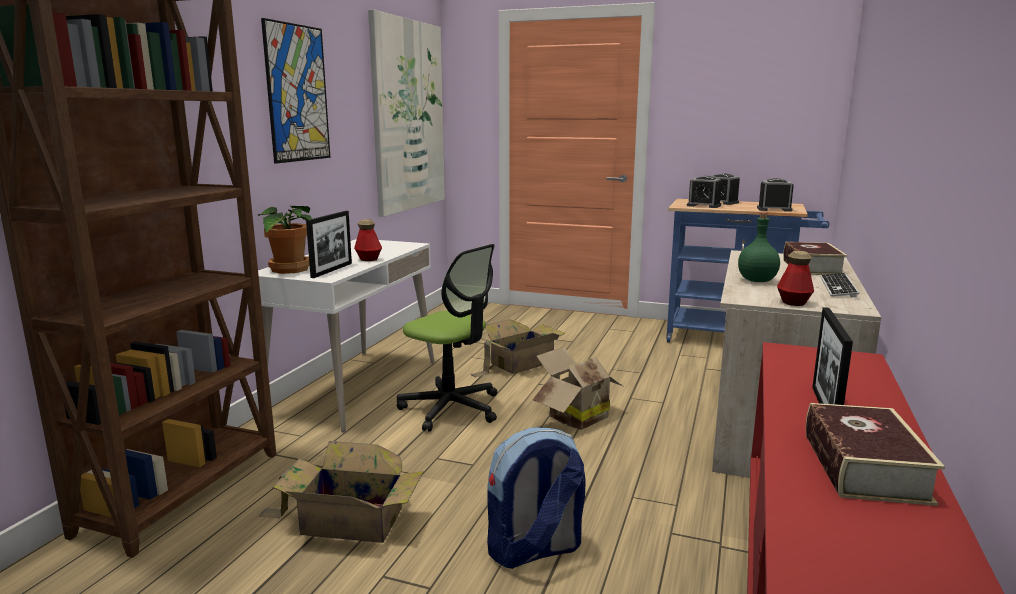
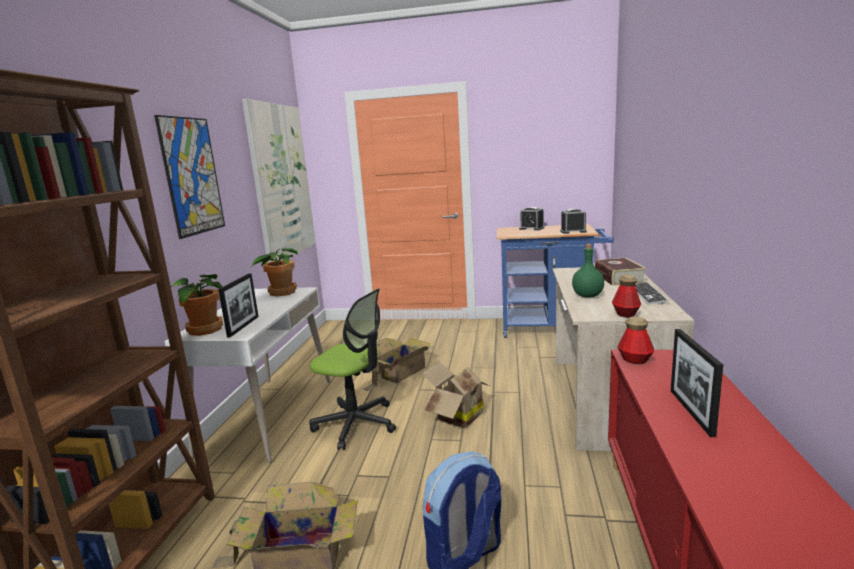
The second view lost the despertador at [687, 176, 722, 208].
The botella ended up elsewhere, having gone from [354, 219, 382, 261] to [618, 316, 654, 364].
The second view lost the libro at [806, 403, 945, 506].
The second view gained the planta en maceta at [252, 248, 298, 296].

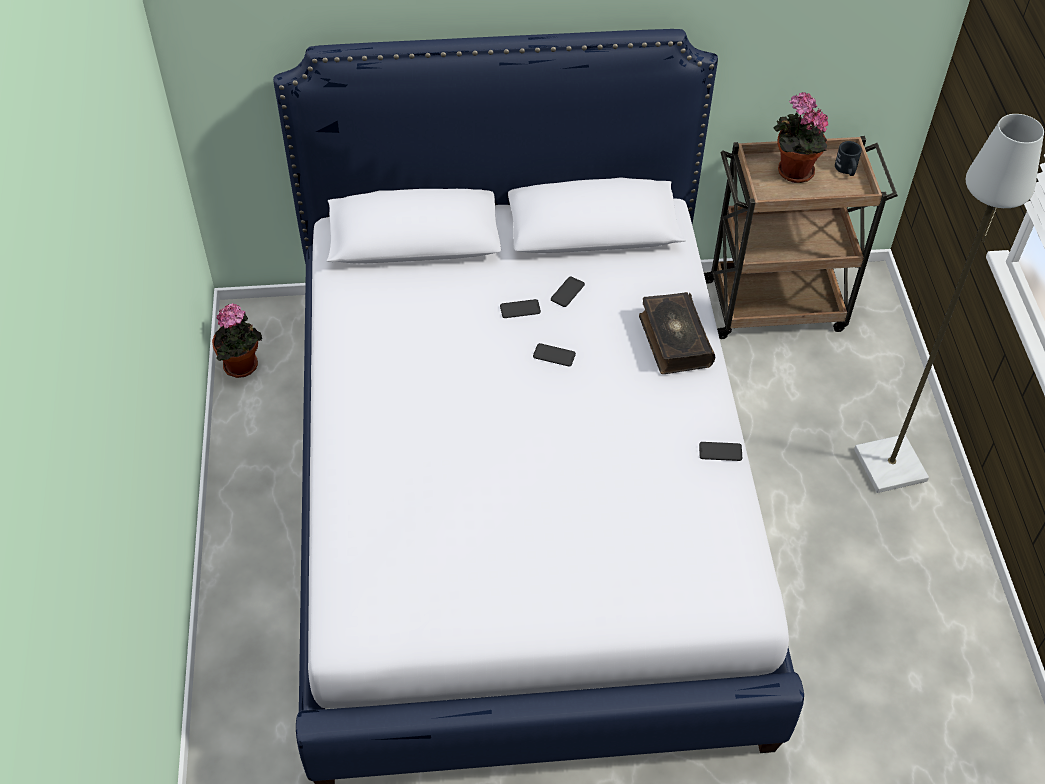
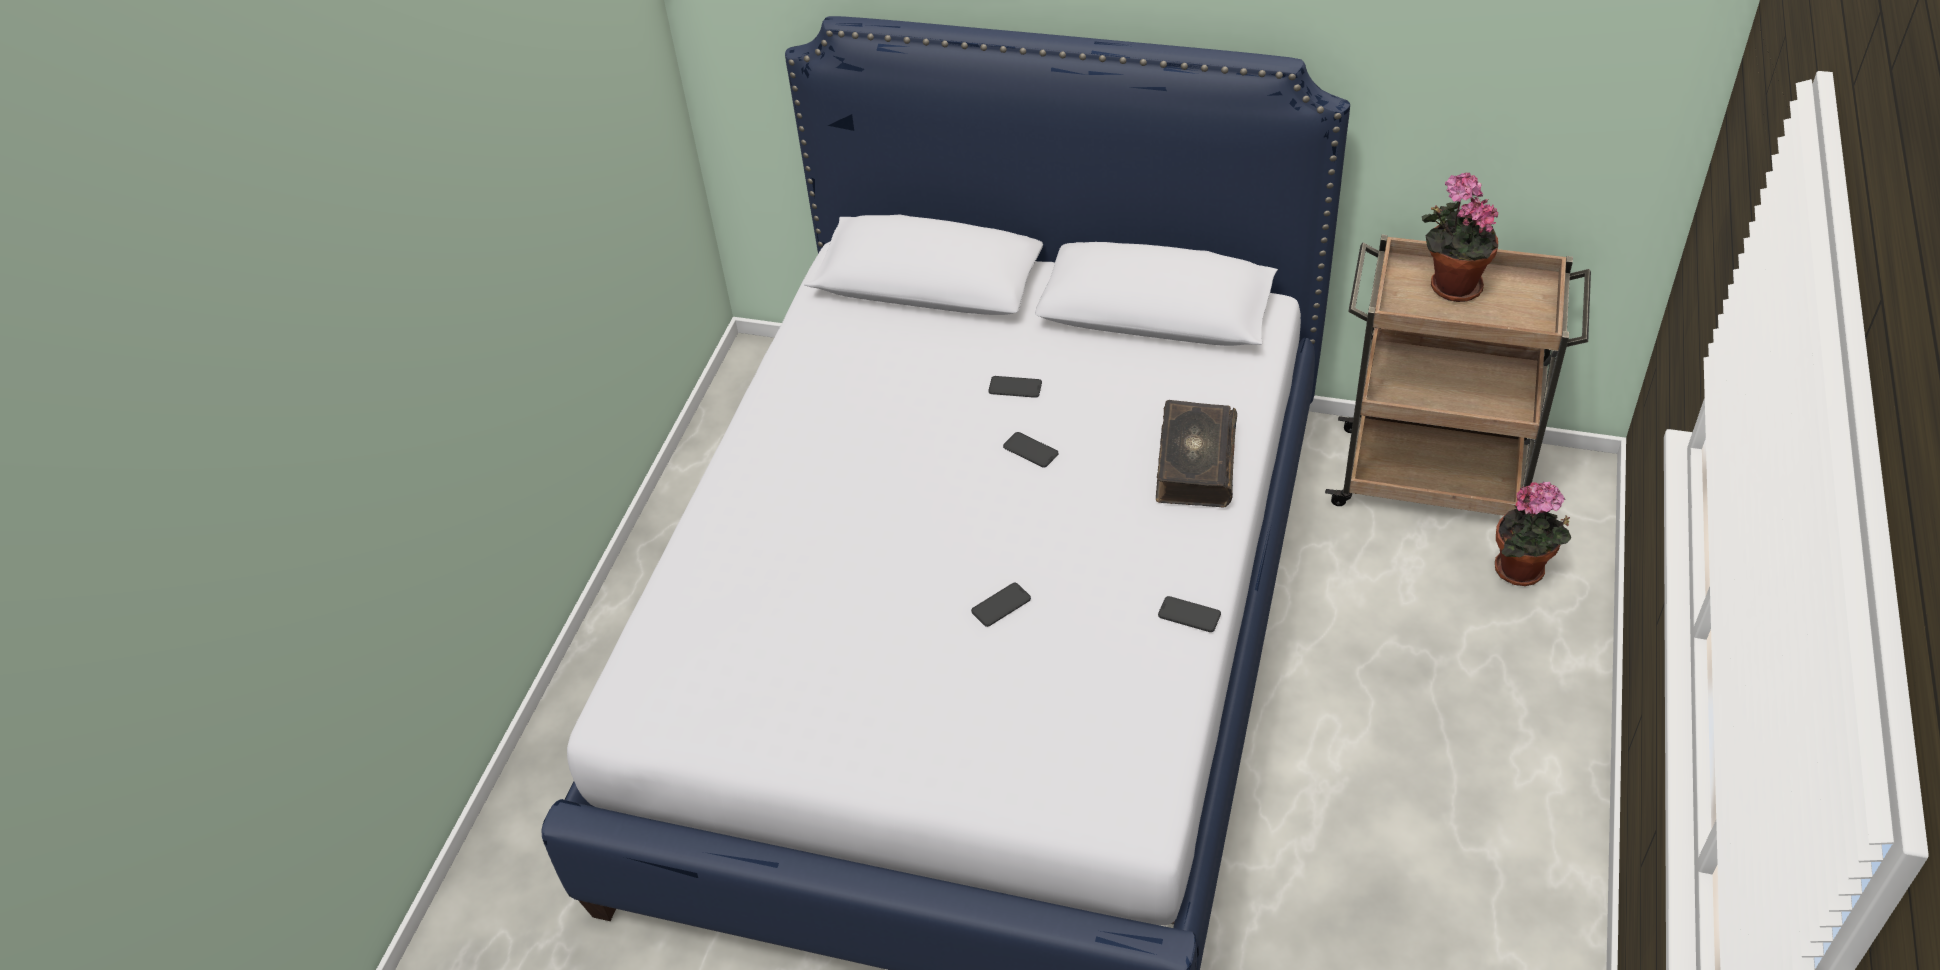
The second view lost the lámpara de pie (gris) at [854, 114, 1044, 493].
The second view lost the taza grande (negro) at [835, 141, 862, 176].
The móvil ended up elsewhere, having gone from [551, 276, 585, 307] to [971, 583, 1031, 627].
The planta en maceta ended up elsewhere, having gone from [212, 303, 262, 378] to [1495, 482, 1571, 586].

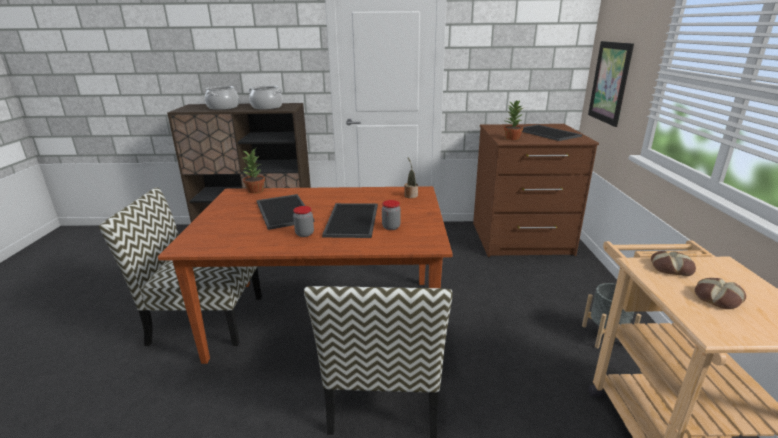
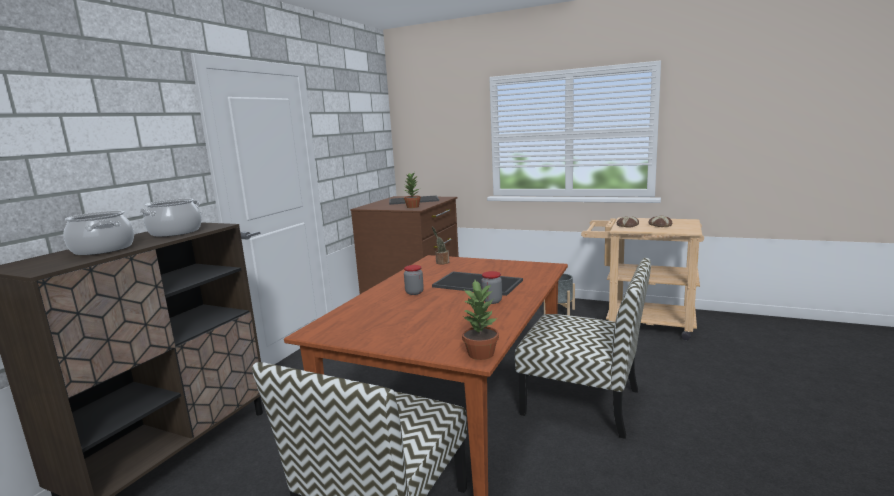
The second view lost the cuadro at [588, 41, 634, 127].
The planta en maceta ended up elsewhere, having gone from [243, 148, 265, 193] to [462, 280, 499, 360].
The second view lost the bandeja at [257, 194, 314, 230].
The tarro ended up elsewhere, having gone from [382, 200, 400, 230] to [404, 265, 424, 295].

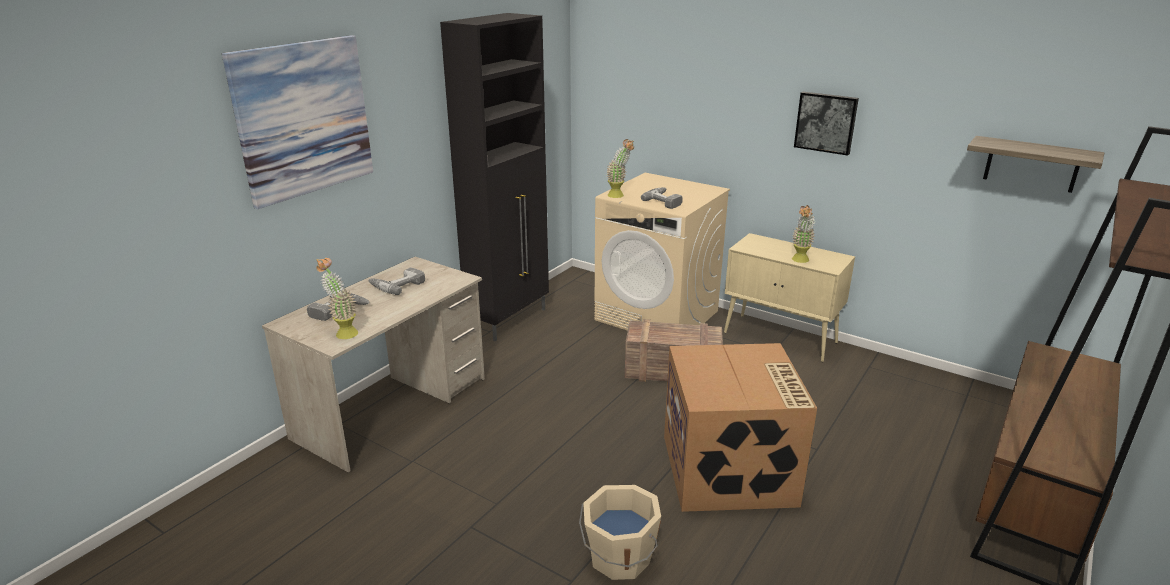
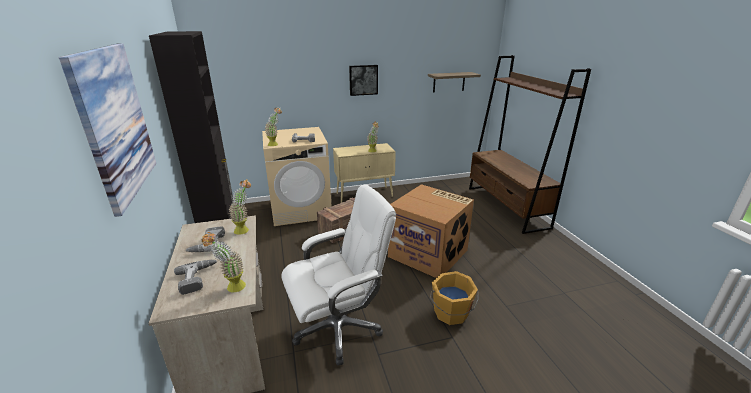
What was the cubo (beis) at [579, 485, 661, 580] turned into the cubo (naranja) at [430, 271, 479, 325].
The second view gained the planta en maceta at [229, 179, 251, 235].
The second view gained the silla de oficina (blanco) at [281, 184, 396, 365].

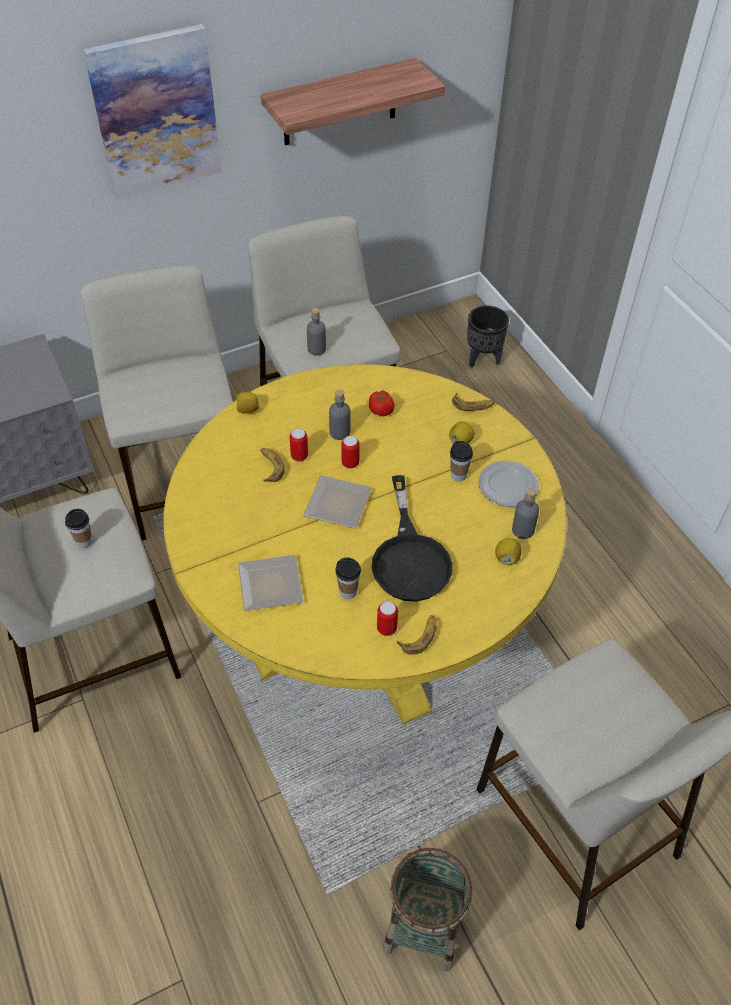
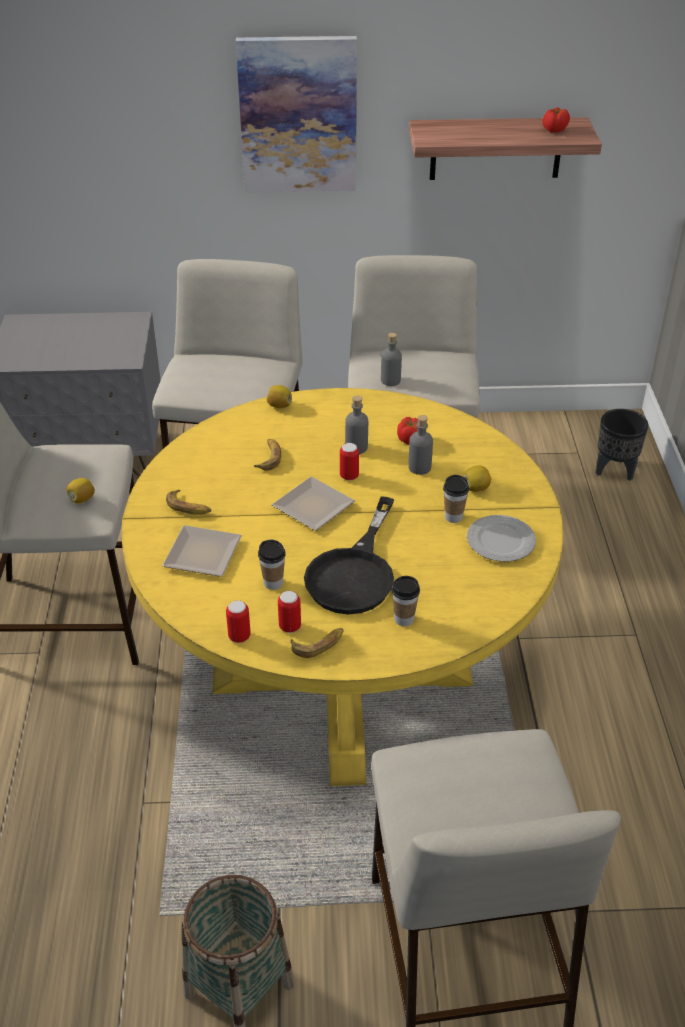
The plátano ended up elsewhere, having gone from [452, 393, 495, 411] to [166, 490, 212, 515].
The lata ended up elsewhere, having gone from [290, 428, 308, 461] to [226, 600, 251, 643].
The botella (gris) ended up elsewhere, having gone from [512, 488, 539, 539] to [408, 415, 433, 475].
The taza ended up elsewhere, having gone from [65, 509, 93, 548] to [391, 576, 420, 626].
The limón ended up elsewhere, having gone from [495, 538, 522, 565] to [67, 478, 95, 504].
The second view gained the tomate at [542, 107, 570, 133].

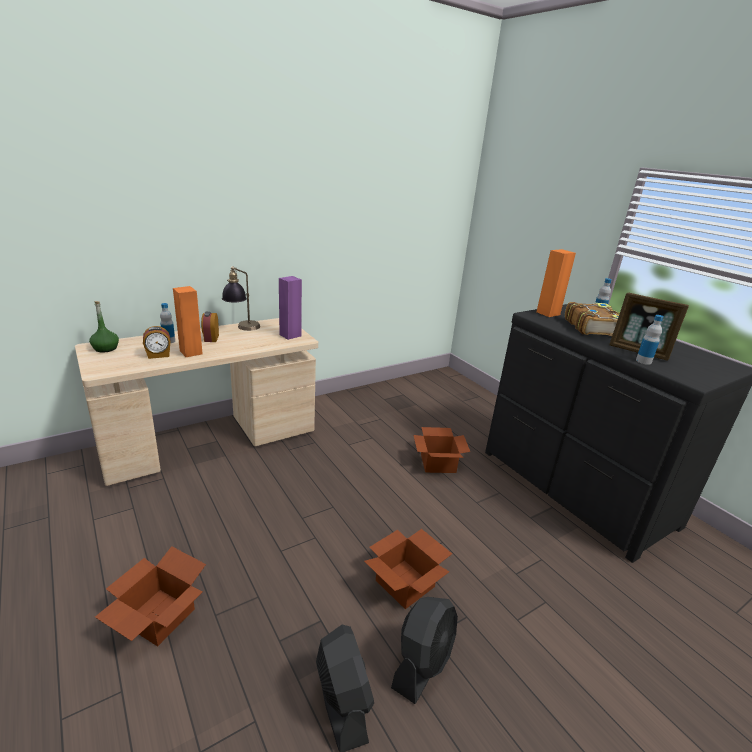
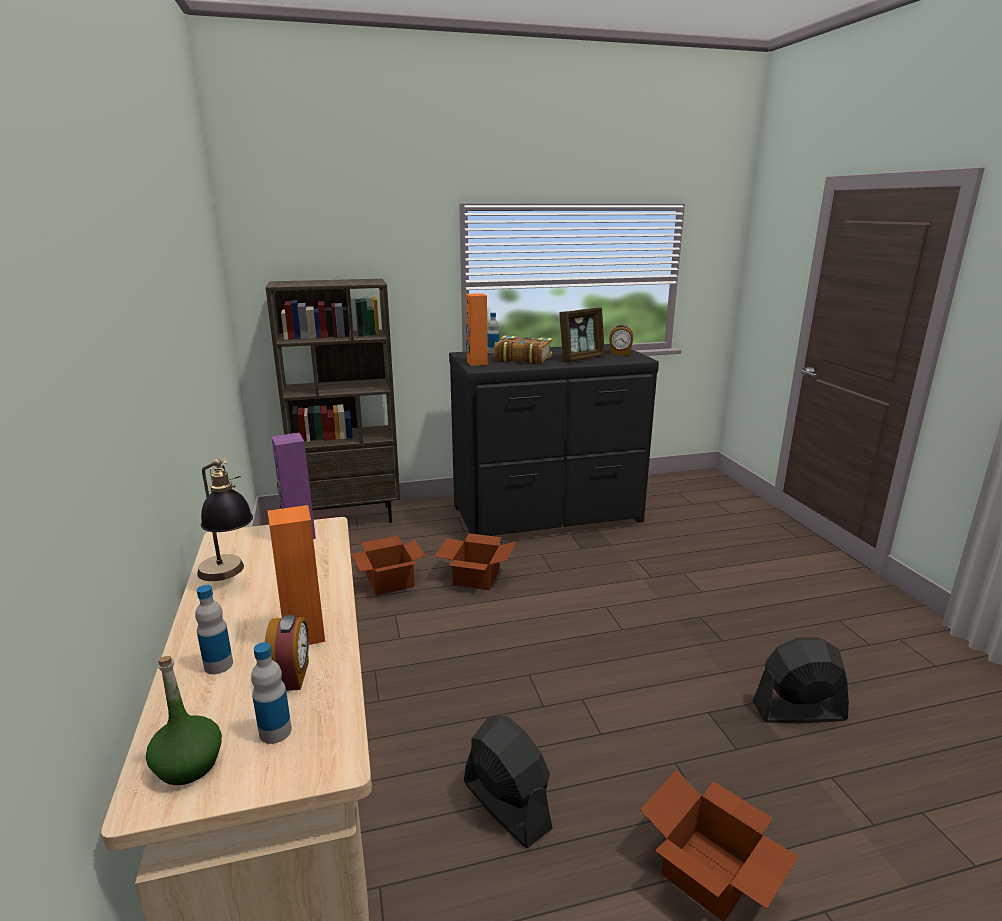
The despertador ended up elsewhere, having gone from [201, 312, 219, 342] to [609, 325, 633, 355].
The botella ended up elsewhere, having gone from [636, 315, 664, 365] to [251, 642, 292, 744].
The caja de cartón ended up elsewhere, having gone from [364, 529, 452, 609] to [352, 536, 425, 596].
The ventilador (negro) ended up elsewhere, having gone from [391, 597, 458, 704] to [464, 716, 553, 848].
The second view gained the estantería (marrón) at [265, 279, 400, 523].

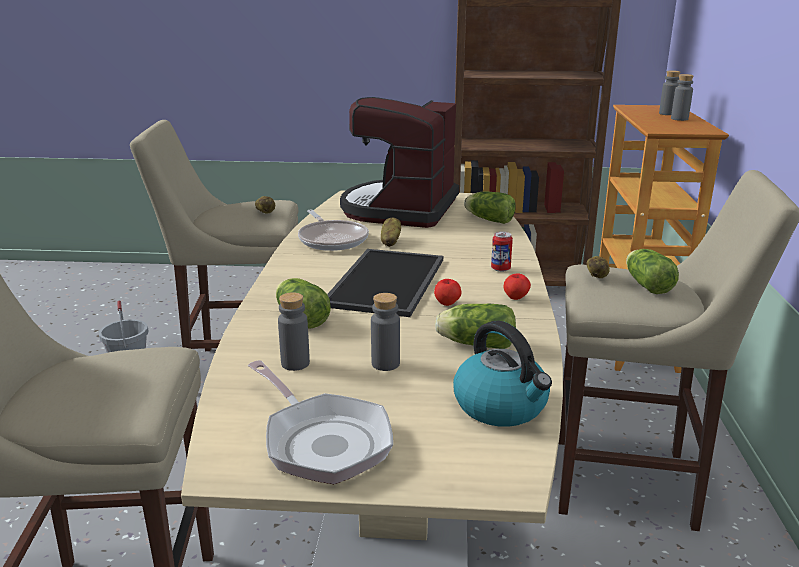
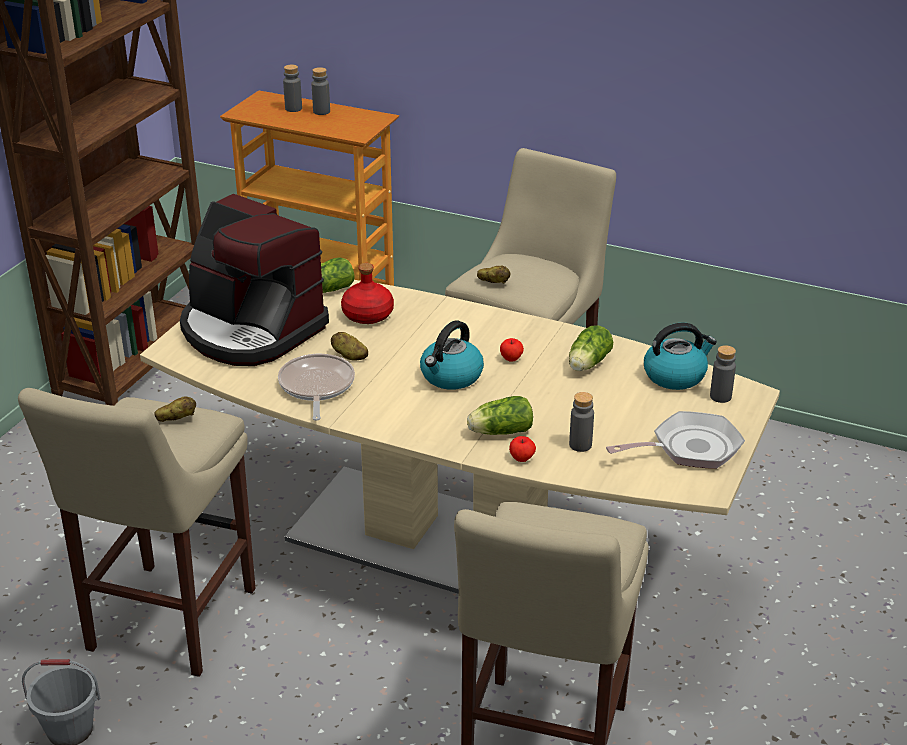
The sartén at [298, 210, 369, 251] ended up facing another way, 90 degrees counterclockwise from before.
The second view lost the lata at [491, 232, 513, 272].
Where the bandeja stood at [327, 249, 443, 317], the hervidor came to stand at [420, 321, 484, 390].
The second view lost the lechuga at [626, 249, 679, 294].
The manzana ended up elsewhere, having gone from [503, 274, 531, 300] to [509, 436, 536, 462].
The botella (gris) ended up elsewhere, having gone from [371, 293, 400, 371] to [710, 345, 736, 403].
The second view gained the botella (rojo) at [341, 263, 394, 324].

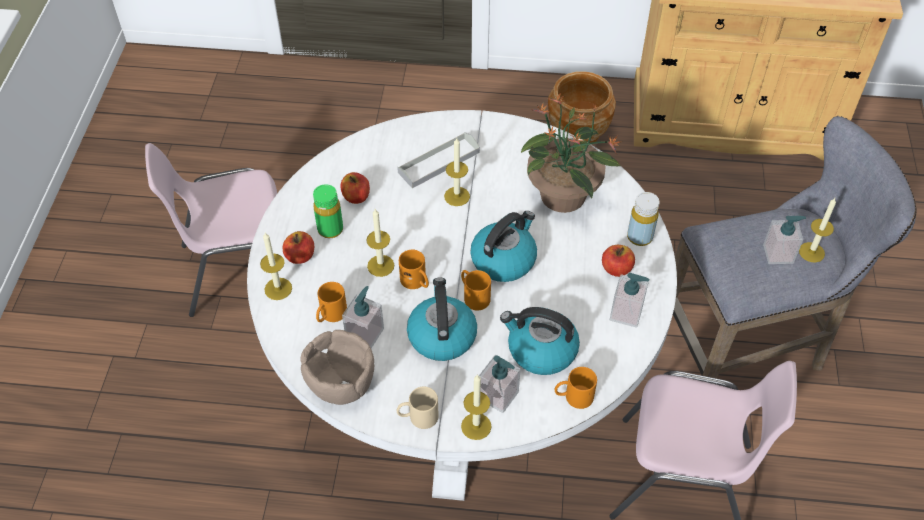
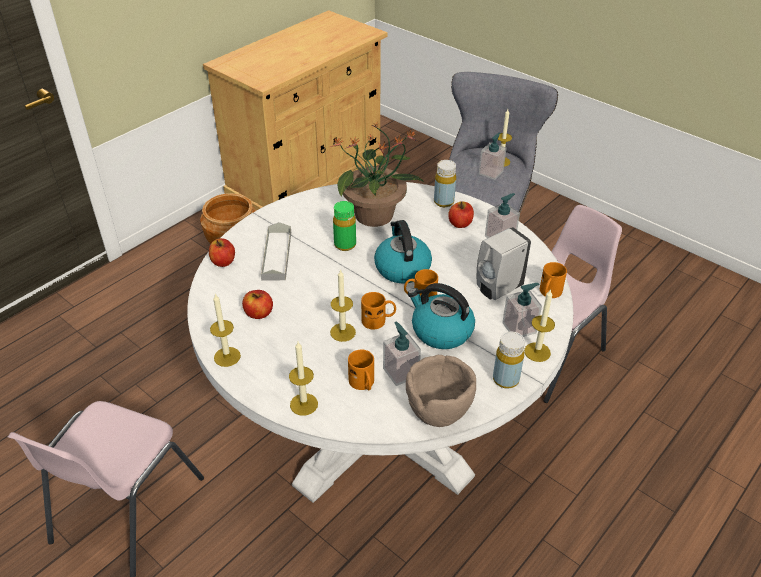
The vela ended up elsewhere, having gone from [444, 138, 470, 206] to [210, 294, 241, 367].
The botella (verde) ended up elsewhere, having gone from [313, 184, 343, 238] to [333, 201, 356, 251].
The manzana ended up elsewhere, having gone from [283, 231, 314, 264] to [209, 238, 235, 267].
Where the hervidor stood at [500, 307, 580, 375], the dispensador de jabón (blanco) came to stand at [477, 227, 531, 300].
Where the taza grande (beis) stood at [397, 387, 439, 429], the botella (amarillo) came to stand at [493, 332, 525, 389].

